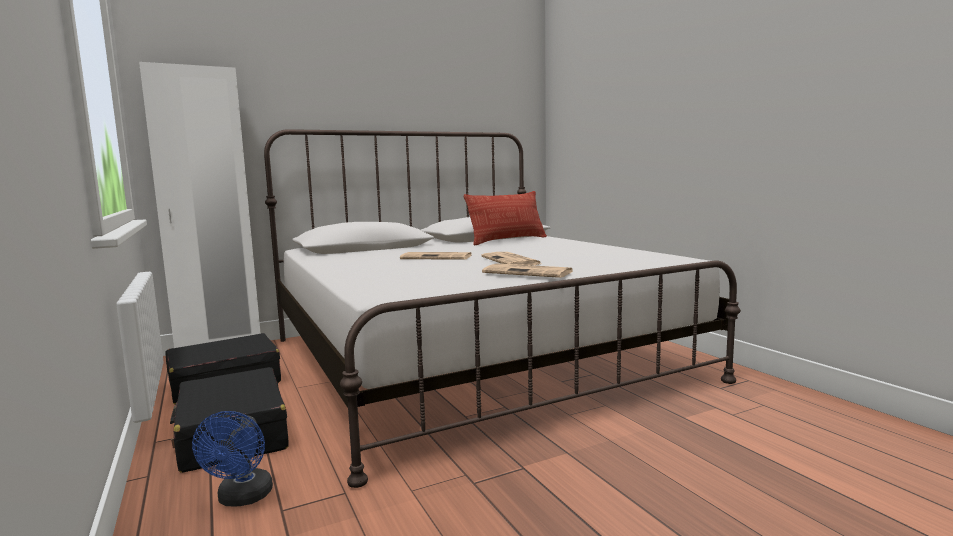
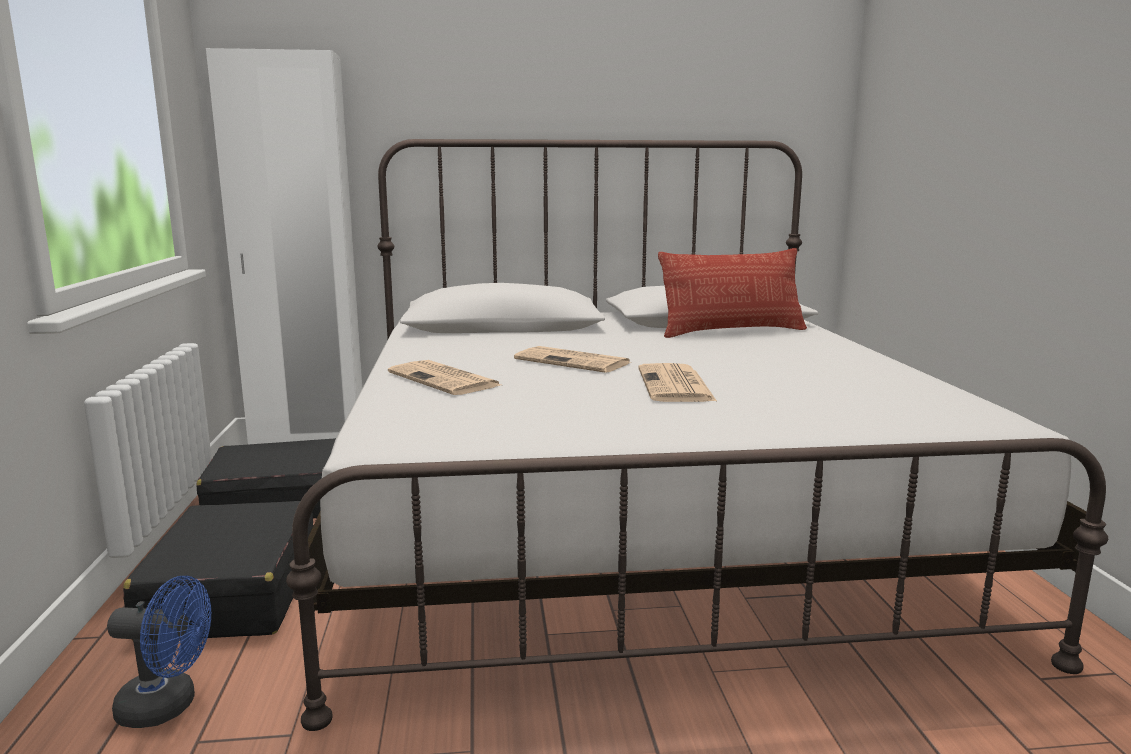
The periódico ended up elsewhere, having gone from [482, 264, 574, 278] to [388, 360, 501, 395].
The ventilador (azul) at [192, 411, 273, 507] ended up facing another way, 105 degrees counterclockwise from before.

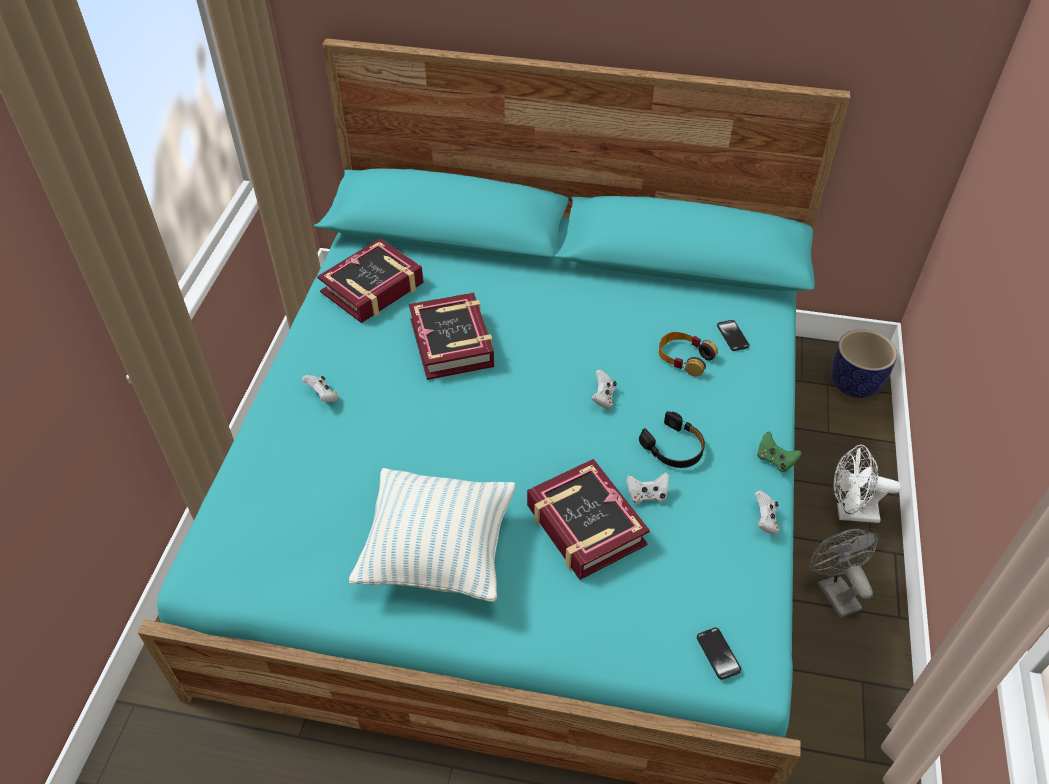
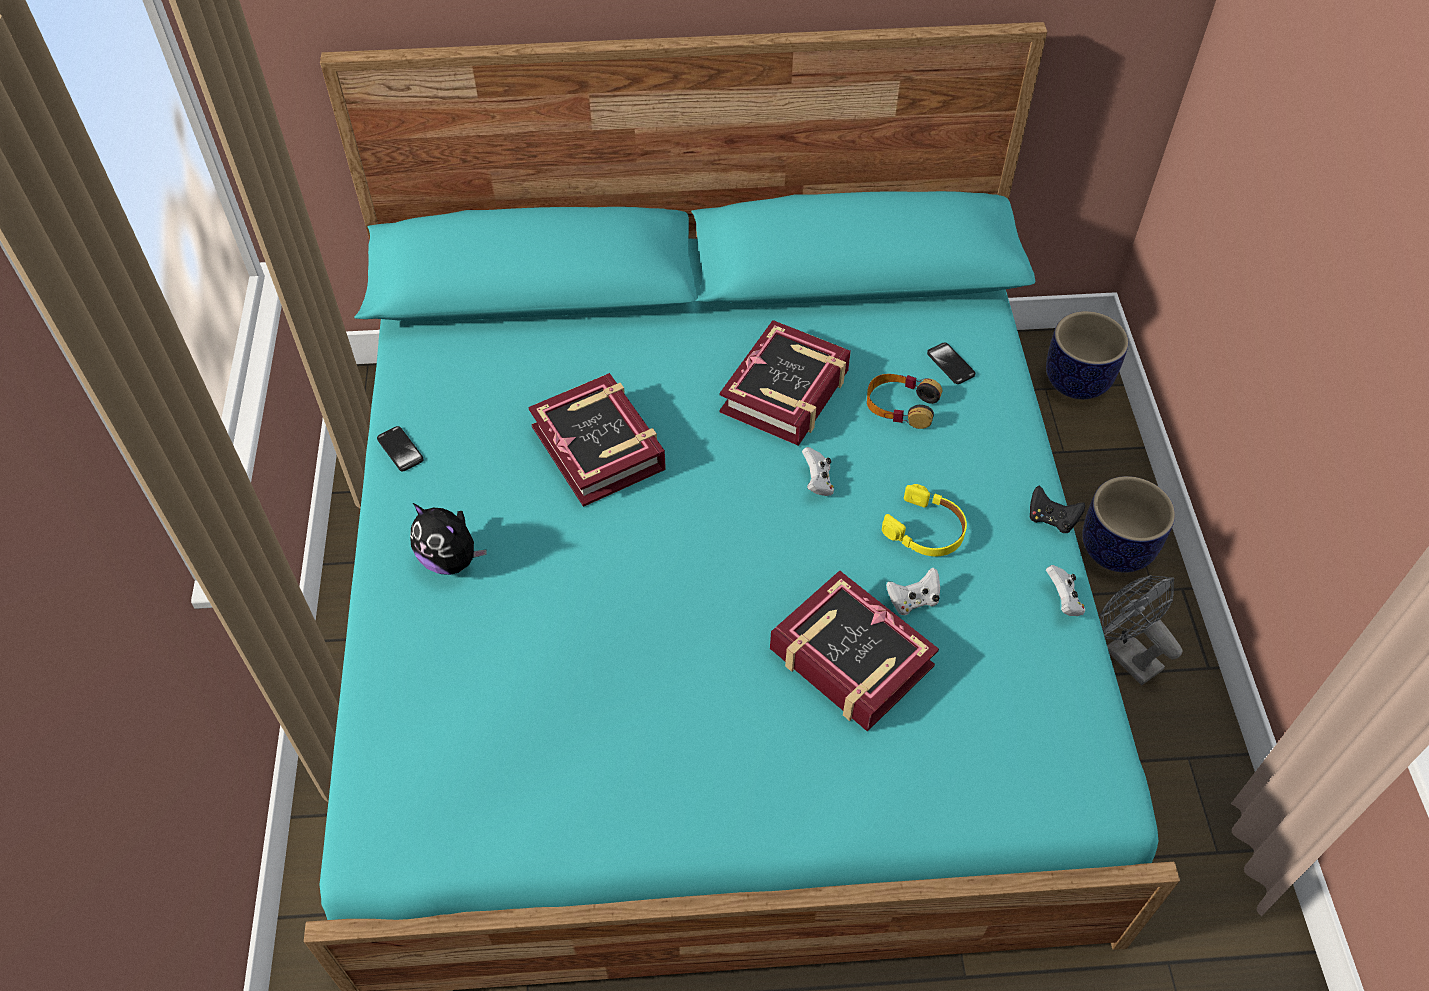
The libro ended up elsewhere, having gone from [317, 238, 424, 323] to [719, 320, 851, 446].
Where the mando de consola (blanco) stood at [302, 375, 339, 402], the peluche came to stand at [410, 503, 487, 575].
What was the auriculares (negro) at [639, 411, 705, 468] turned into the auriculares (amarillo) at [882, 484, 967, 557].
What was the mando de consola (verde) at [757, 432, 802, 472] turned into the mando de consola (negro) at [1029, 486, 1085, 533].
Where the ventilador (blanco) stood at [833, 445, 901, 523], the maceta came to stand at [1082, 476, 1175, 572].
The second view lost the cojín at [349, 468, 515, 602].
The móvil ended up elsewhere, having gone from [697, 628, 741, 680] to [377, 426, 424, 471].

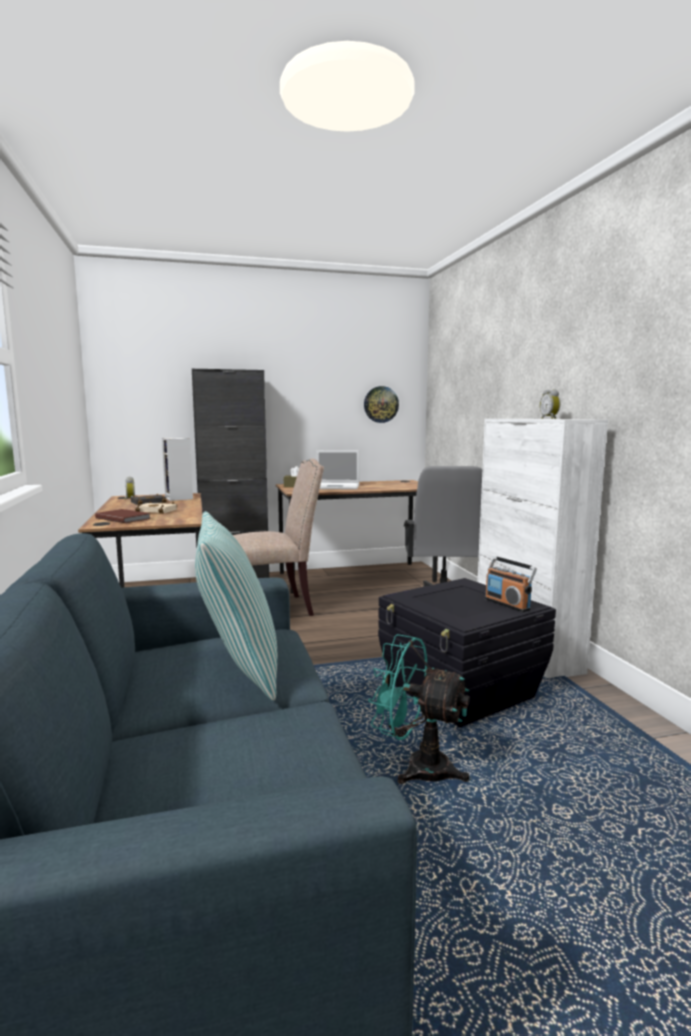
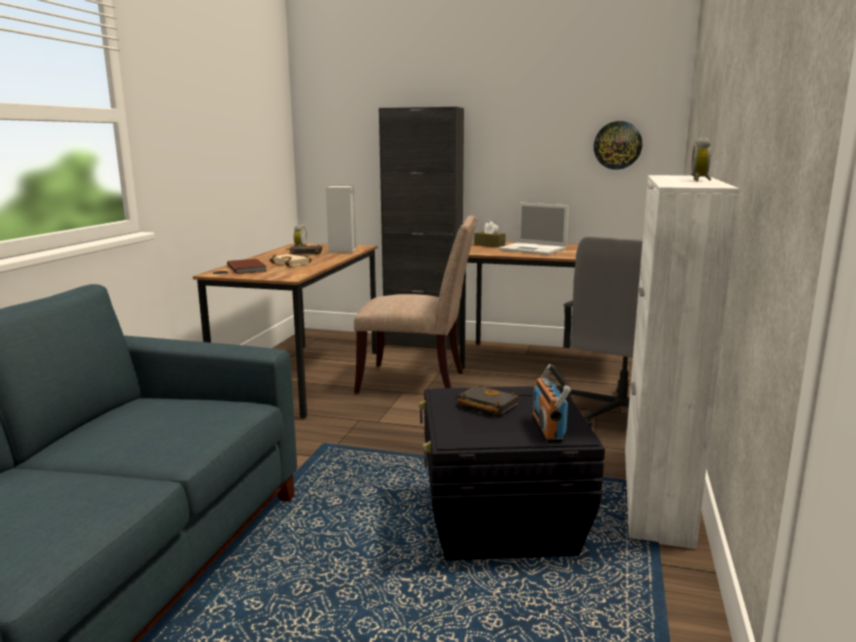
The second view lost the cojín at [195, 511, 277, 701].
The second view lost the ventilador (turquesa) at [368, 634, 470, 784].
The second view gained the libro (negro) at [457, 384, 519, 415].

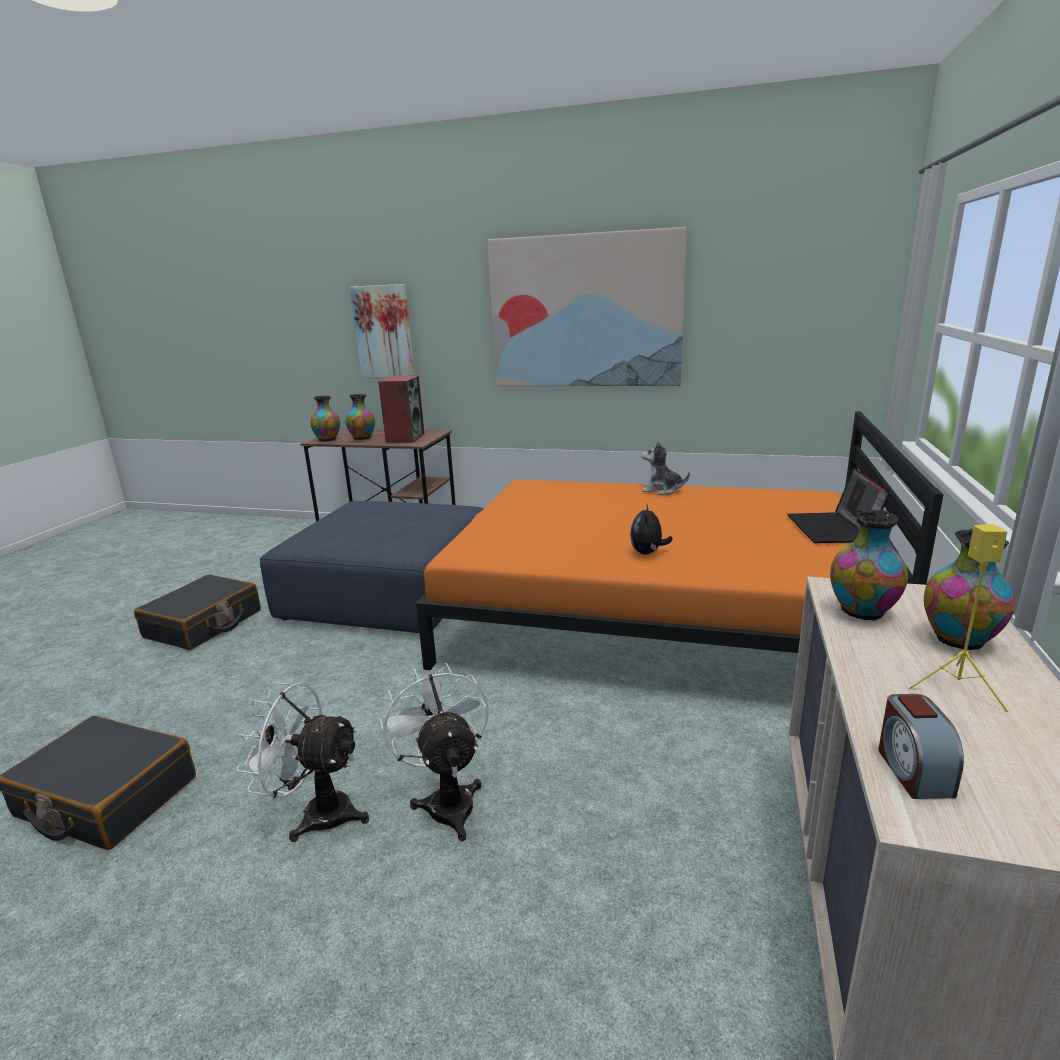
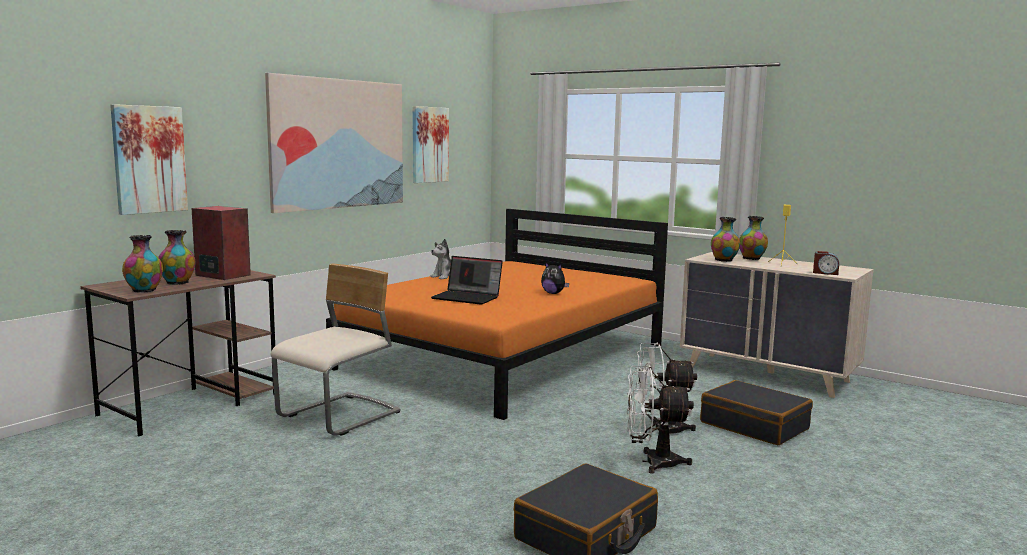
The portátil ended up elsewhere, having gone from [787, 468, 889, 543] to [431, 256, 503, 305].
Where the puf (azul) stood at [260, 501, 484, 633], the silla (beis) came to stand at [270, 263, 401, 436].
The maleta (negro) ended up elsewhere, having gone from [134, 574, 261, 650] to [700, 380, 813, 445].
The ventilador (blanco) at [236, 683, 369, 842] ended up facing another way, 60 degrees clockwise from before.
The second view gained the cuadro at [413, 106, 449, 183].

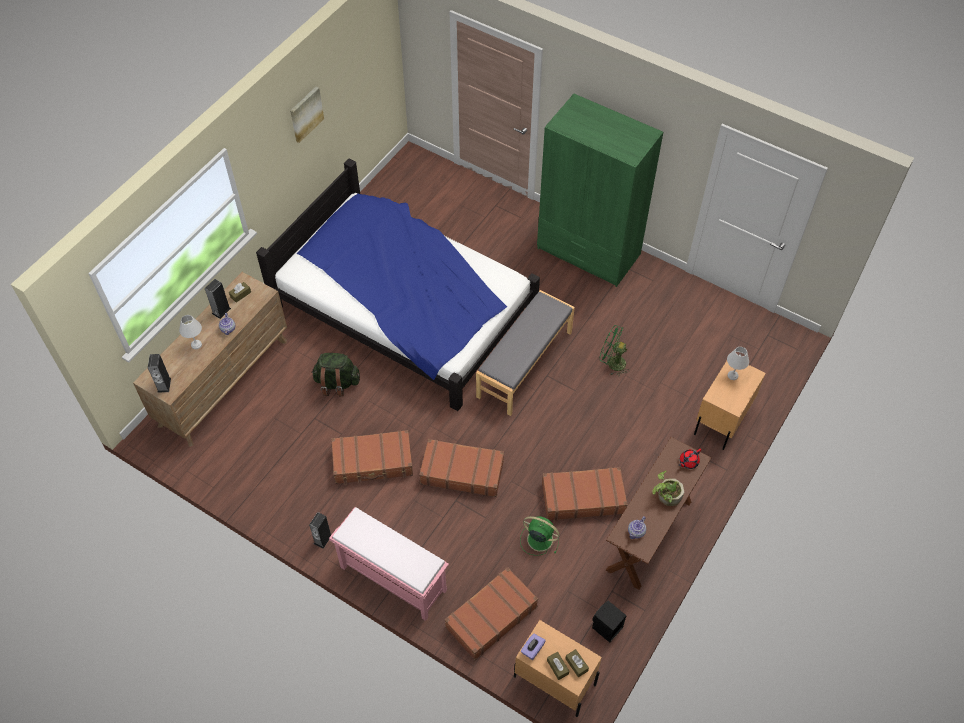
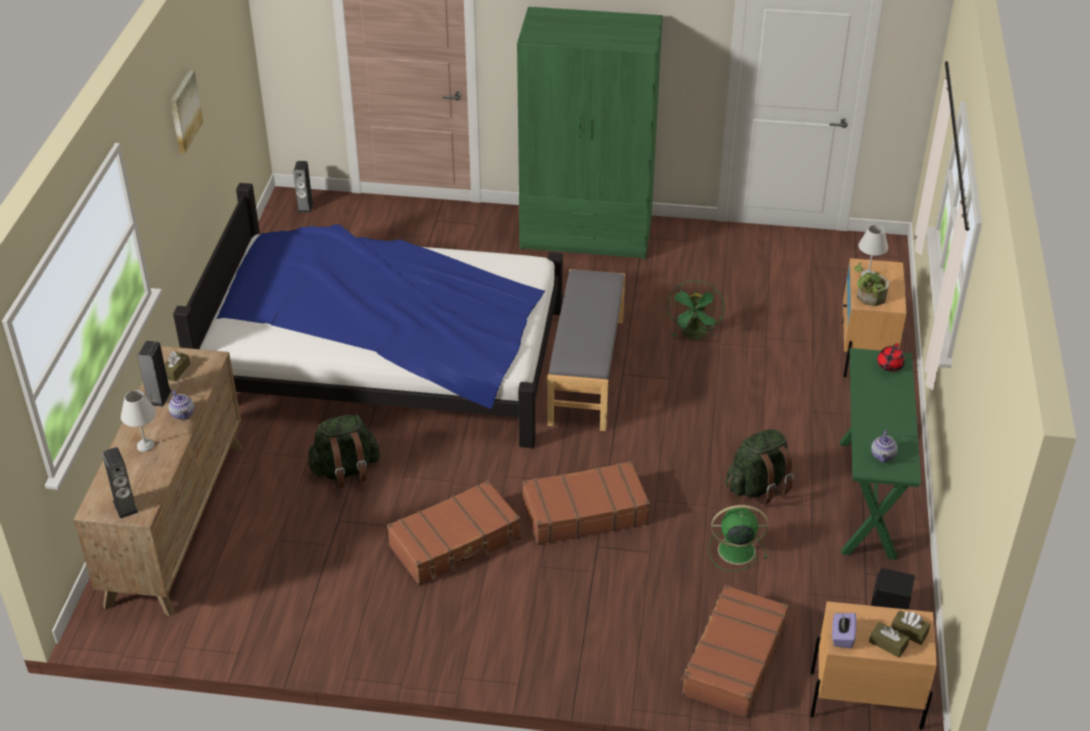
The ventilador (verde) at [599, 325, 630, 376] ended up facing another way, 75 degrees counterclockwise from before.
What was the mesa consola (marrón) at [605, 437, 711, 590] turned into the mesa consola (verde) at [840, 348, 921, 560].
Where the maleta (marrón) stood at [542, 467, 628, 520], the mochila (verde) came to stand at [726, 429, 794, 505].
The planta en maceta ended up elsewhere, having gone from [652, 471, 684, 506] to [854, 262, 889, 306].
The second view lost the banco (rosa) at [329, 507, 449, 621].
The altavoz ended up elsewhere, having gone from [309, 512, 332, 549] to [293, 161, 313, 213].

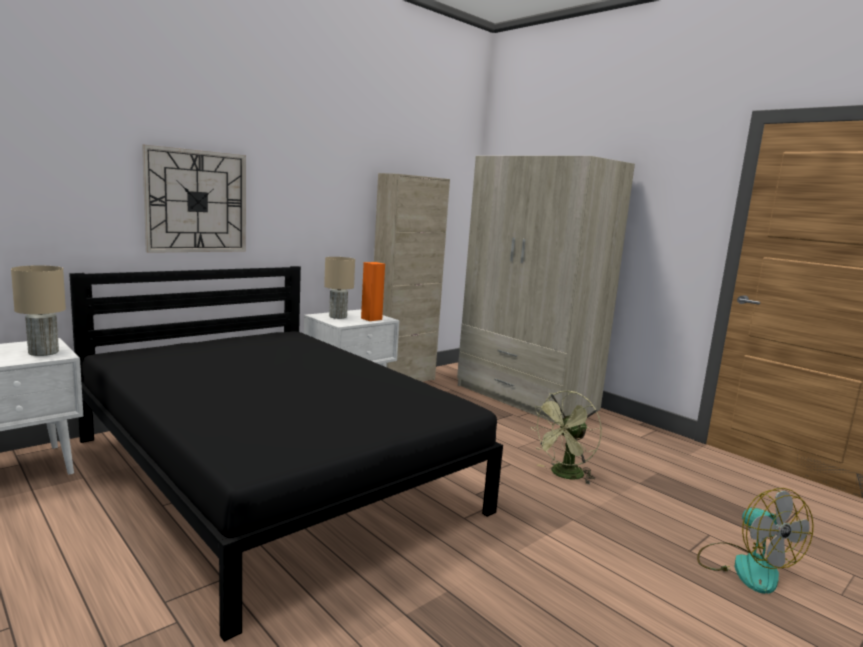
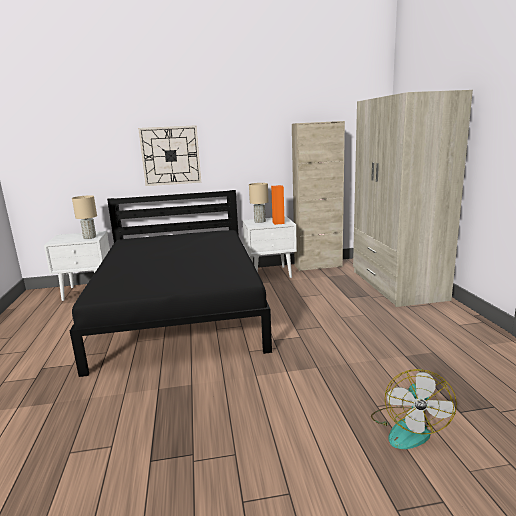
The second view lost the ventilador (verde) at [531, 391, 602, 485].

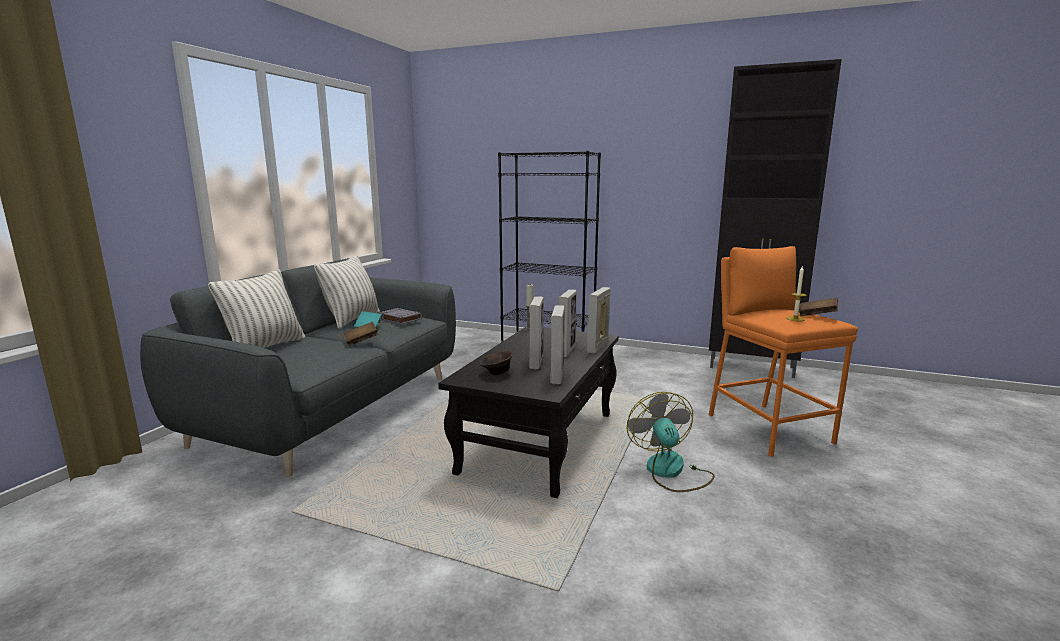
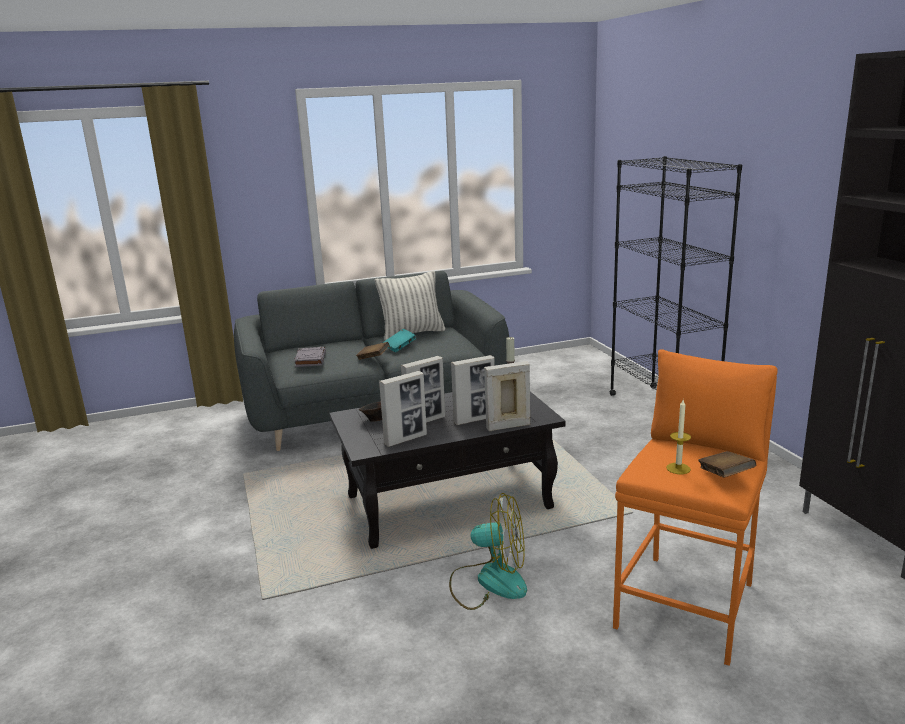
The second view lost the cojín at [208, 270, 305, 348].
The libro (gris) ended up elsewhere, having gone from [378, 308, 422, 324] to [294, 347, 326, 367].
The ventilador at [627, 392, 715, 492] ended up facing another way, 60 degrees clockwise from before.

